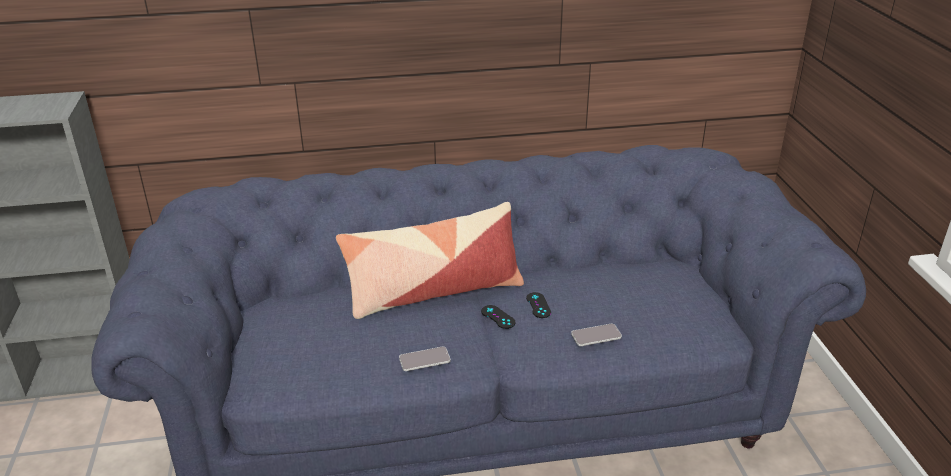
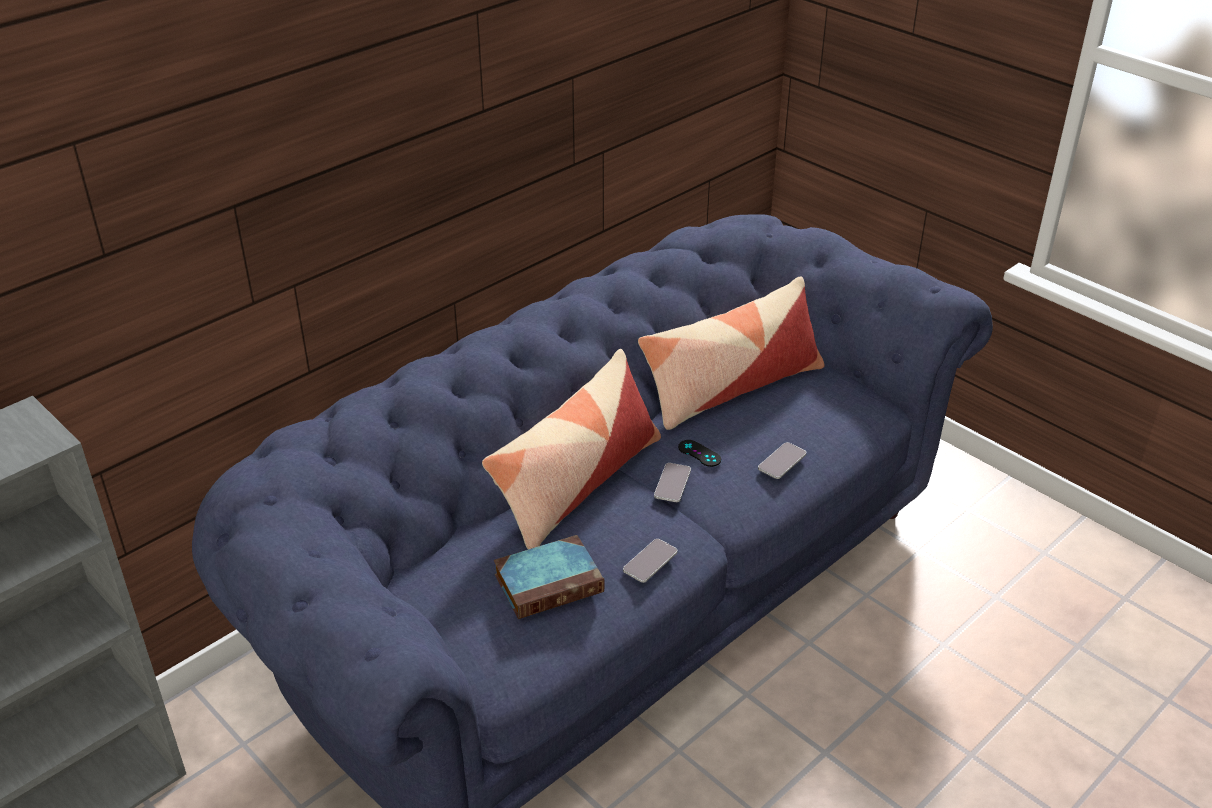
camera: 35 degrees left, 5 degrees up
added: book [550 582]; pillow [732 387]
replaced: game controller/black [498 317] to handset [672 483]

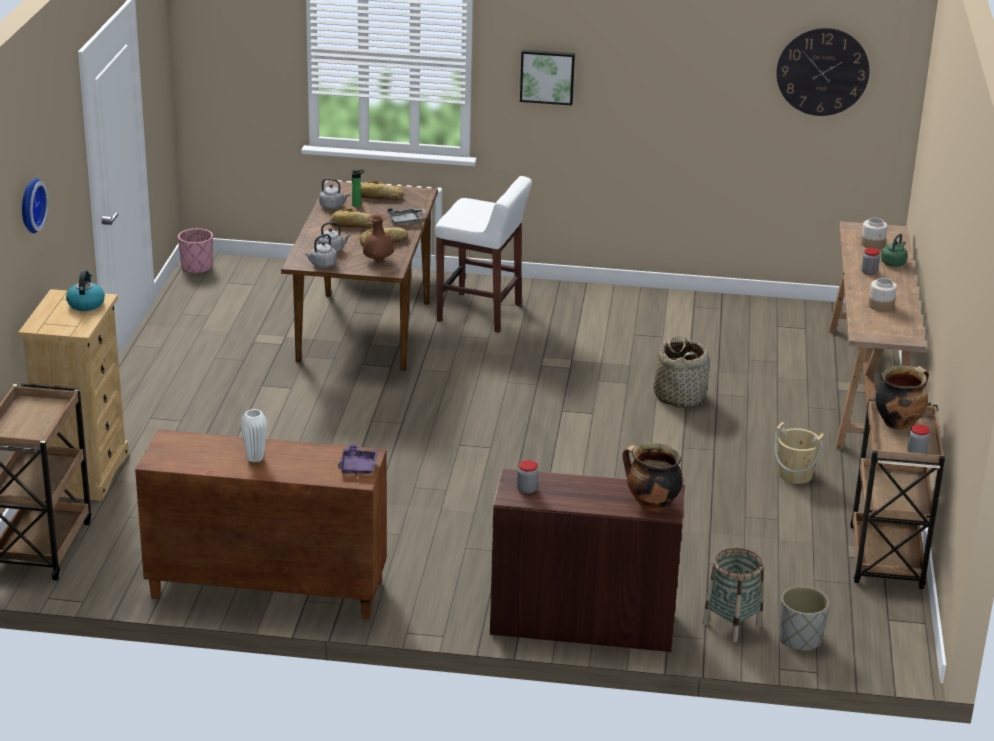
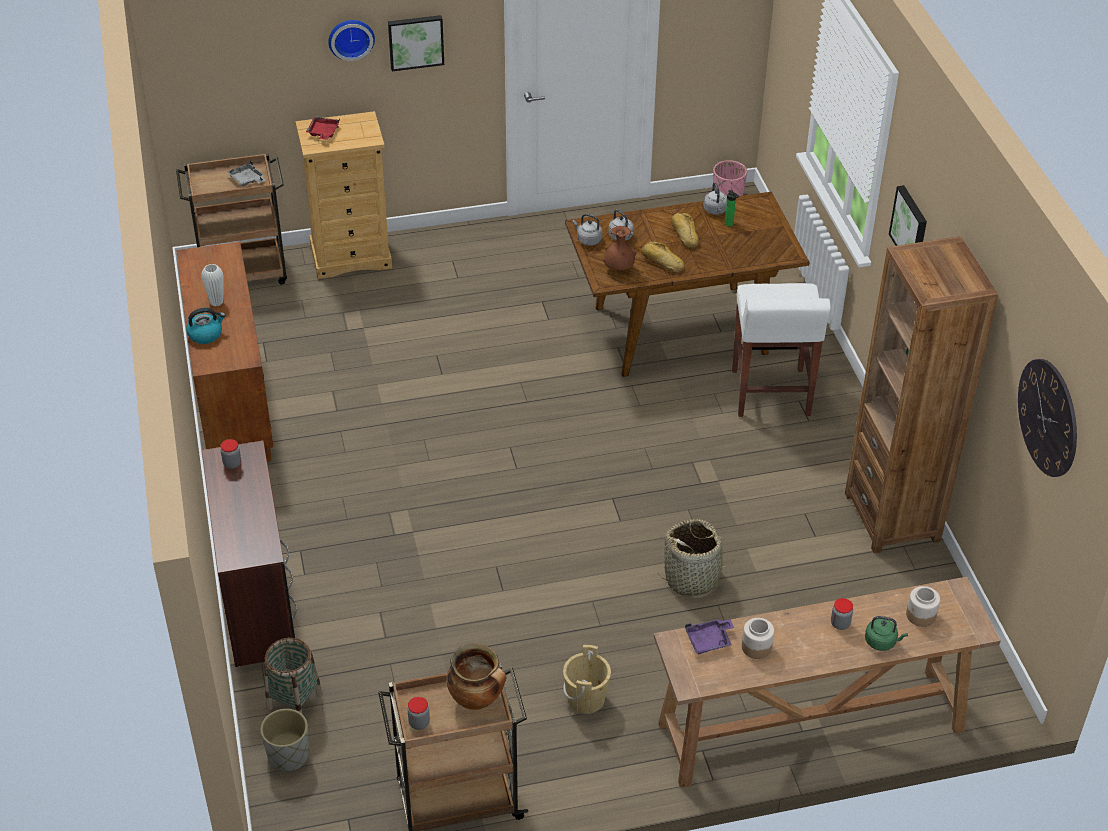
camera: 70 degrees right, 15 degrees up
removed: baked bread [379 197]; saucepot [651 504]
added: tray/red [323 133]; wall art [415 41]; bookshelf/brown-coloured [892 517]
moved: kettle [86 304] to [206 334]; tray/purple [358 466] to [709 641]; tray/gray [406 221] to [247 180]

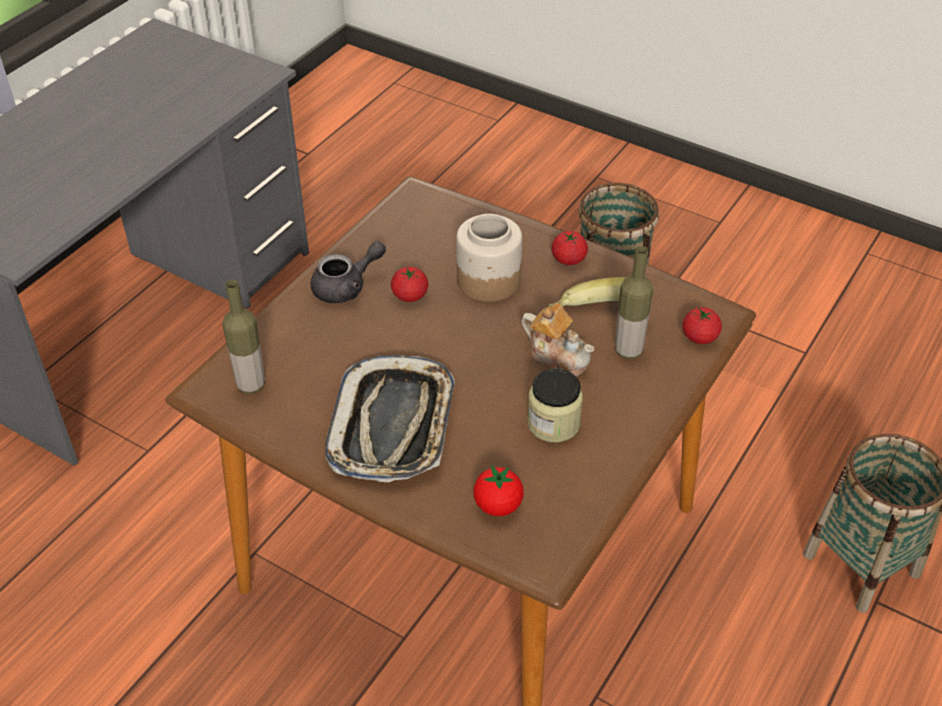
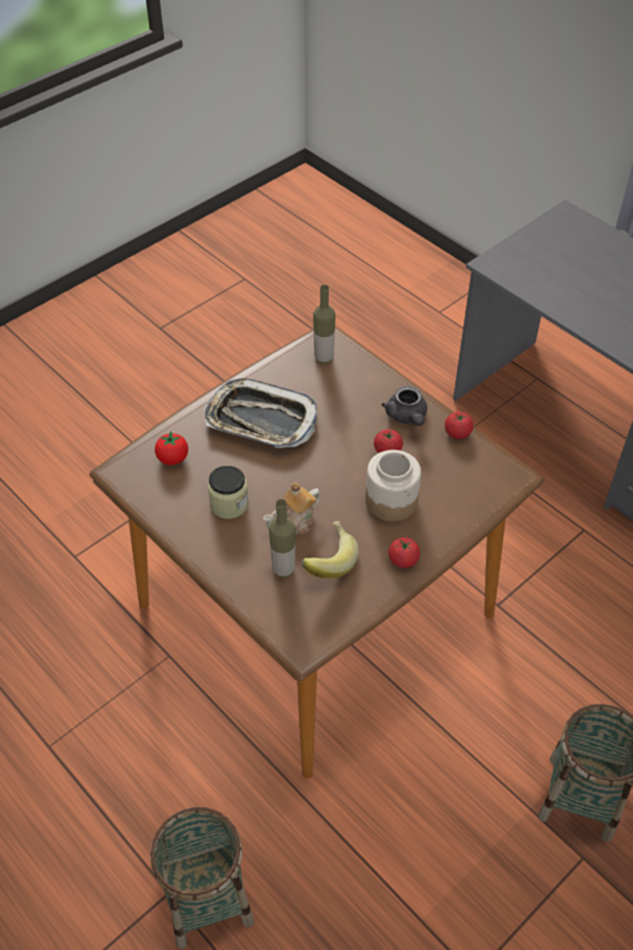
camera: 105 degrees right, 5 degrees up
moved: fresh tomato [699 337] to [457 433]

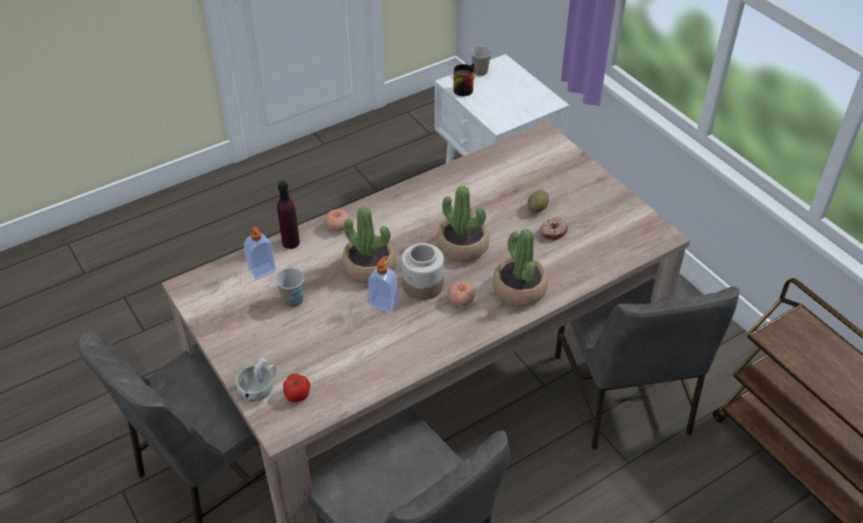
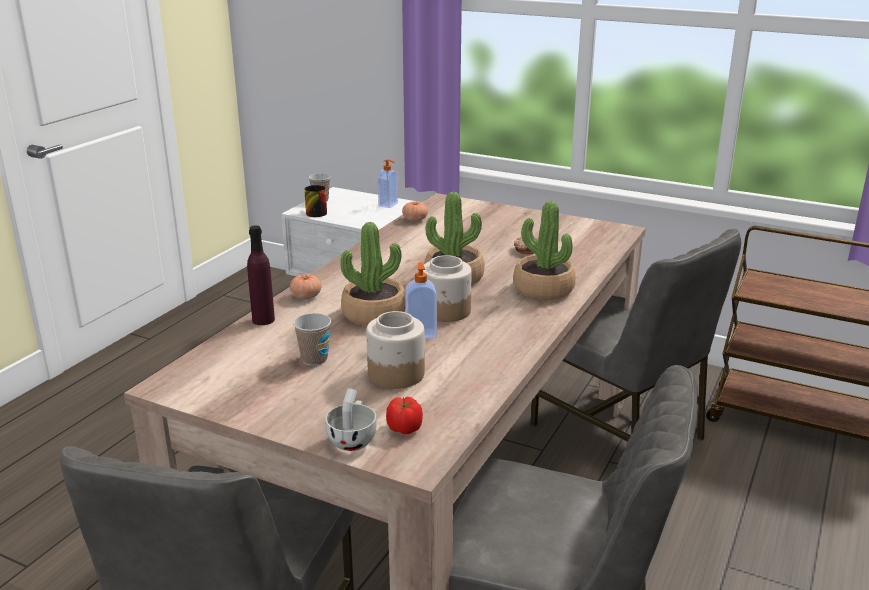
camera: 30 degrees left, 20 degrees down
removed: potato [537 208]
added: preserve jar [395 374]
moved: soap dispenser [262 271] to [388 205]; fresh tomato [460 300] to [415 219]

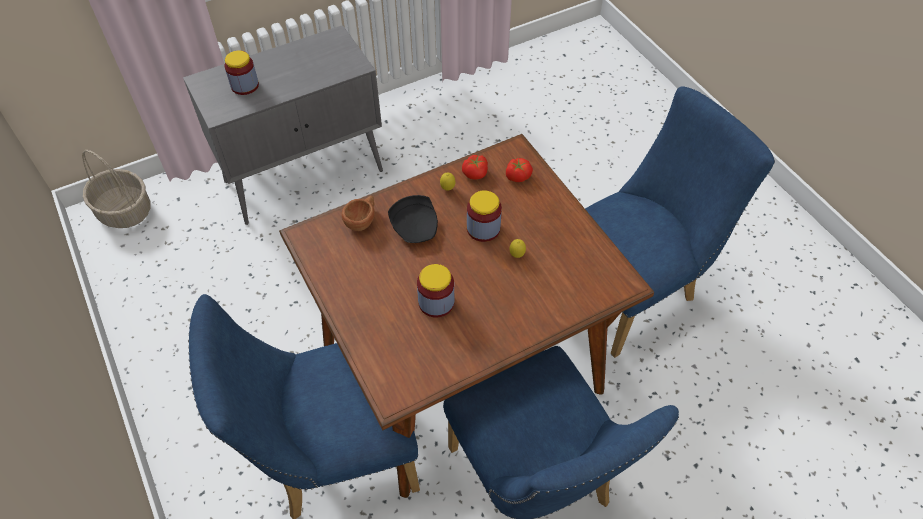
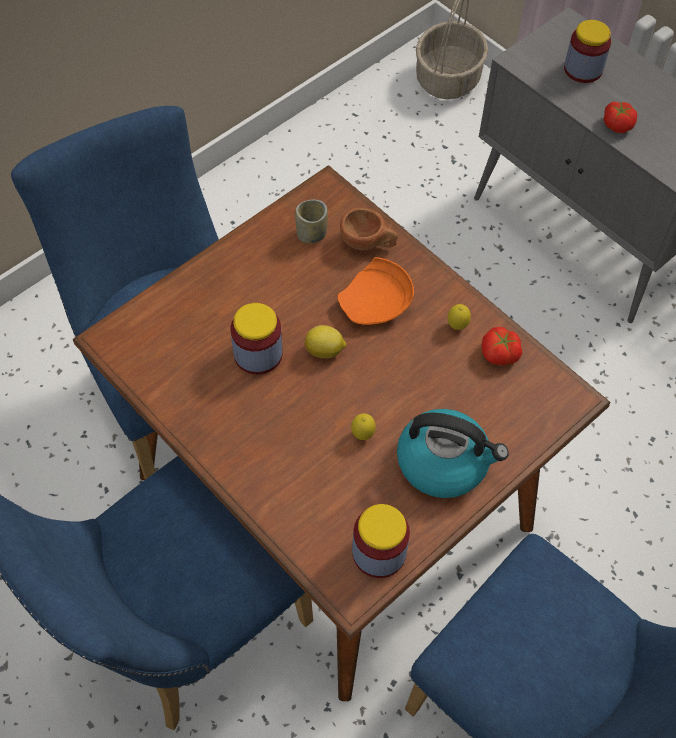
camera: 75 degrees right, 5 degrees up
added: cup [311 234]; citrus fruit [325 351]; kettle [444 462]
moved: preserve jar [483 229] to [379 552]; fresh tomato [517 176] to [617 124]
recoloured: plate/black [416 227] to plate/orange [376 304]

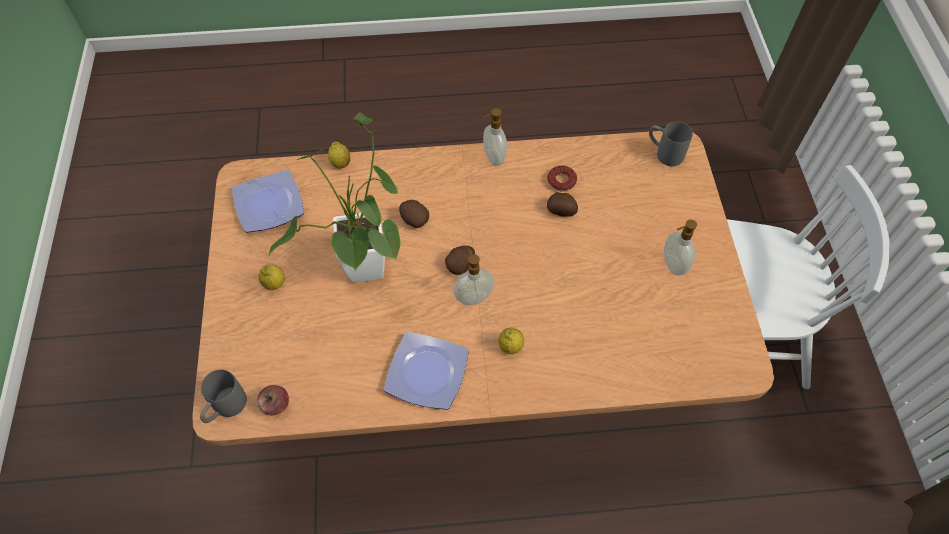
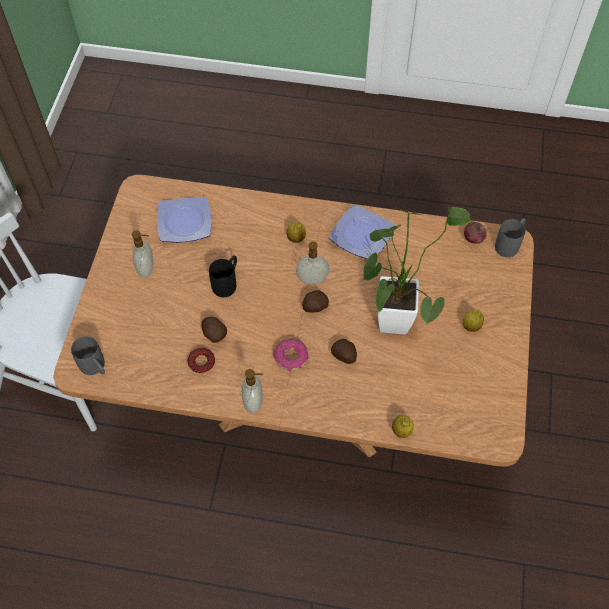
camera: 165 degrees left, 0 degrees up
added: mug/black [227 282]; ring doughnut [291 357]
moved: plate [270 205] to [183 221]

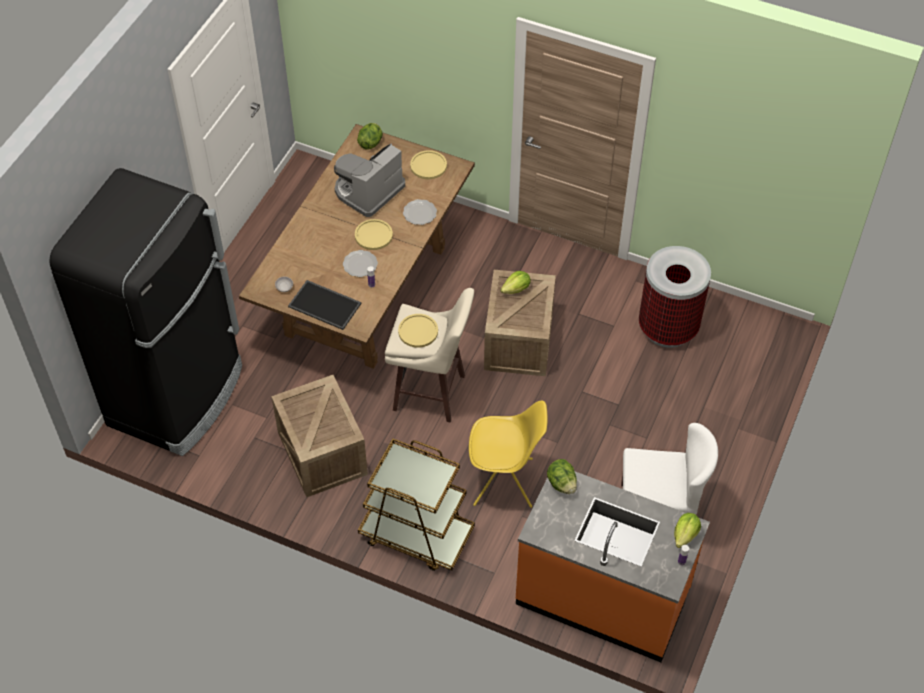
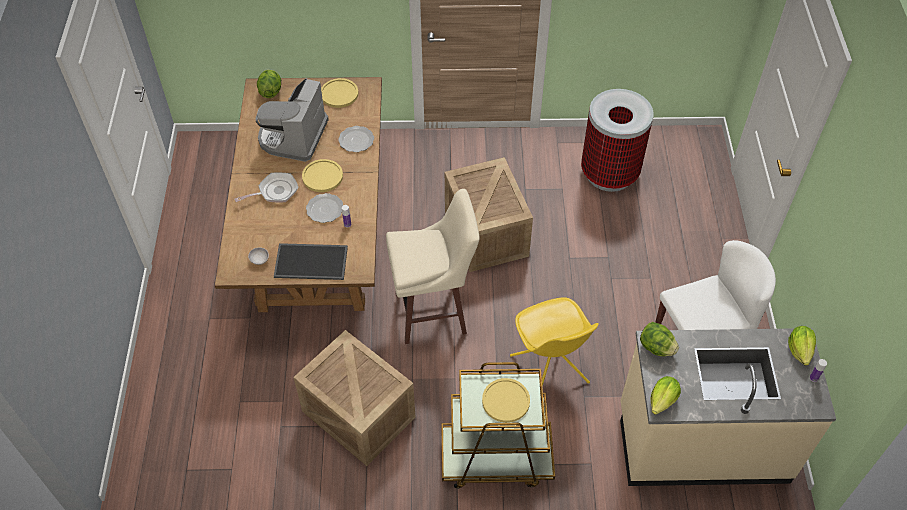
camera: 25 degrees left, 0 degrees up
removed: kitchen fridge/black [177 396]
added: skillet [275 191]
moved: plate/yellowish [418 331] to [506 401]; lettuce head [516 289] to [662 400]
recoloured: kitchen counter/orange [603 596] to kitchen counter/beige-coloured [702 442]
turned: plain chair/yellowish [505 482] = [549 370] 90 degrees clockwise

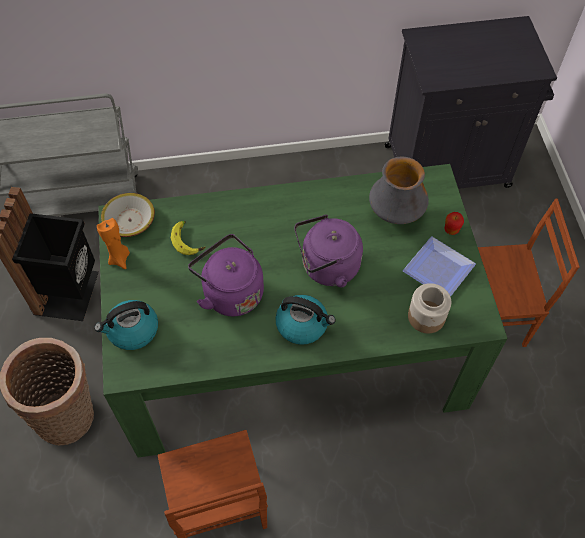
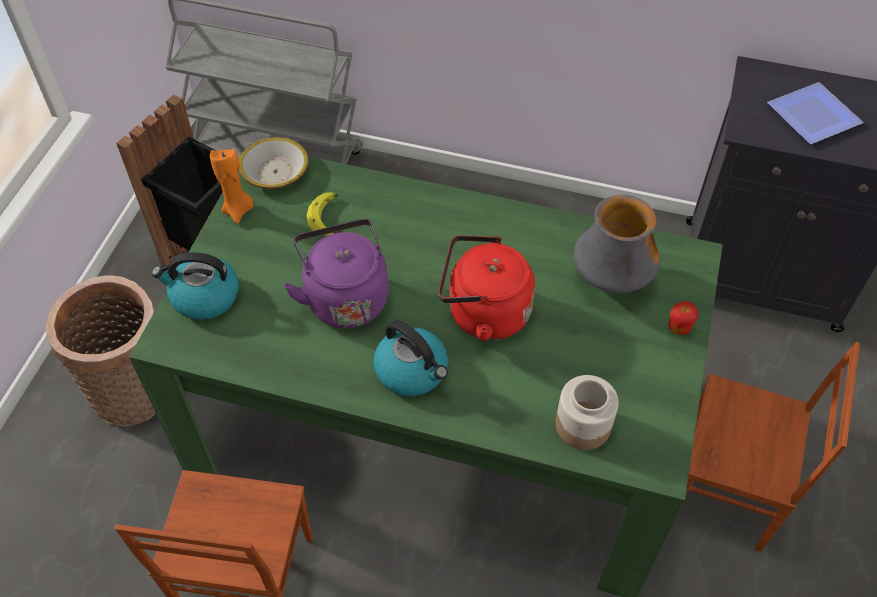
camera: 25 degrees right, 5 degrees down
moved: plate [438 267] to [813 114]
recoloured: kettle/purple [327 267] to kettle/red [483 313]

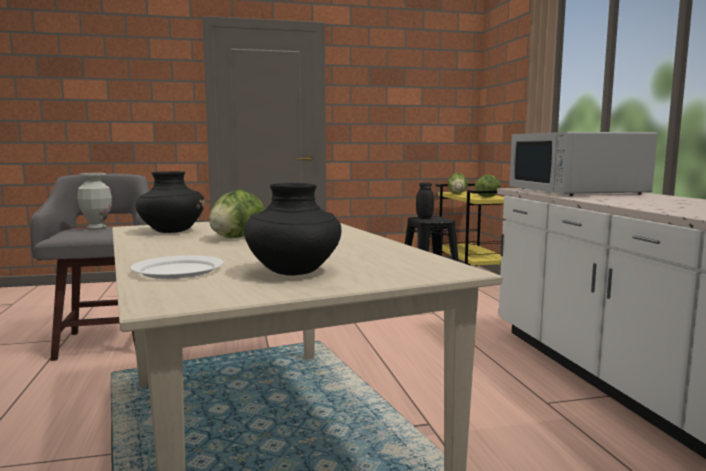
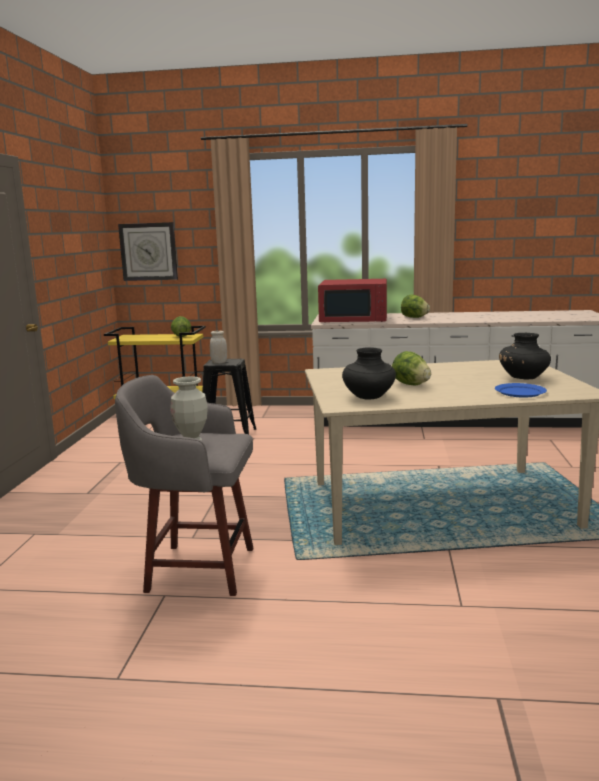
camera: 70 degrees left, 5 degrees up
added: wall clock [148 251]
moved: lettuce head [457 194] to [414 317]
recoloured: plate/white [179 270] to plate/blue-coloured [520 392]; preserve jar/black [424 218] to preserve jar/white [219 362]; microwave/white [576 191] to microwave/red [354 318]

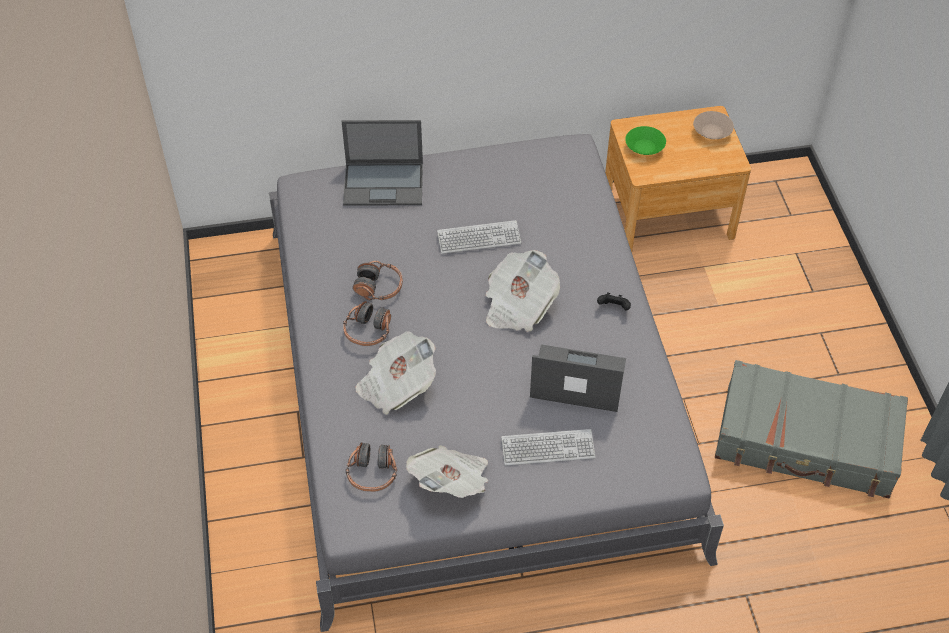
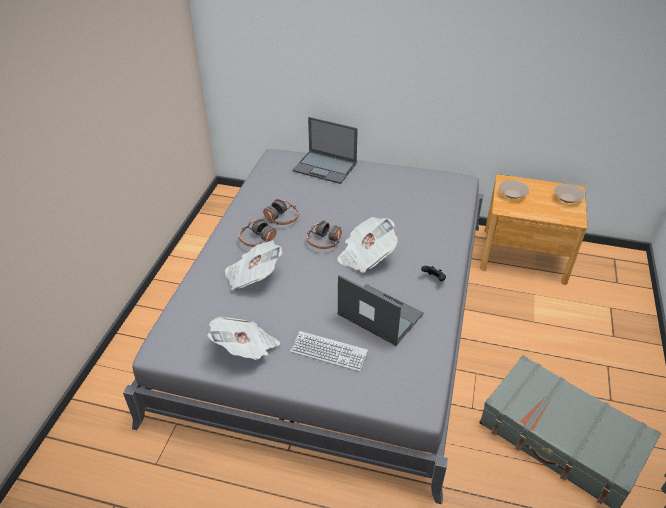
camera: 25 degrees right, 10 degrees down
removed: PC keyboard [479 238]
moved: headphones [372 473] to [324 242]
recoloured: bowl/green [644 148] to bowl/beige-coloured [512 195]

